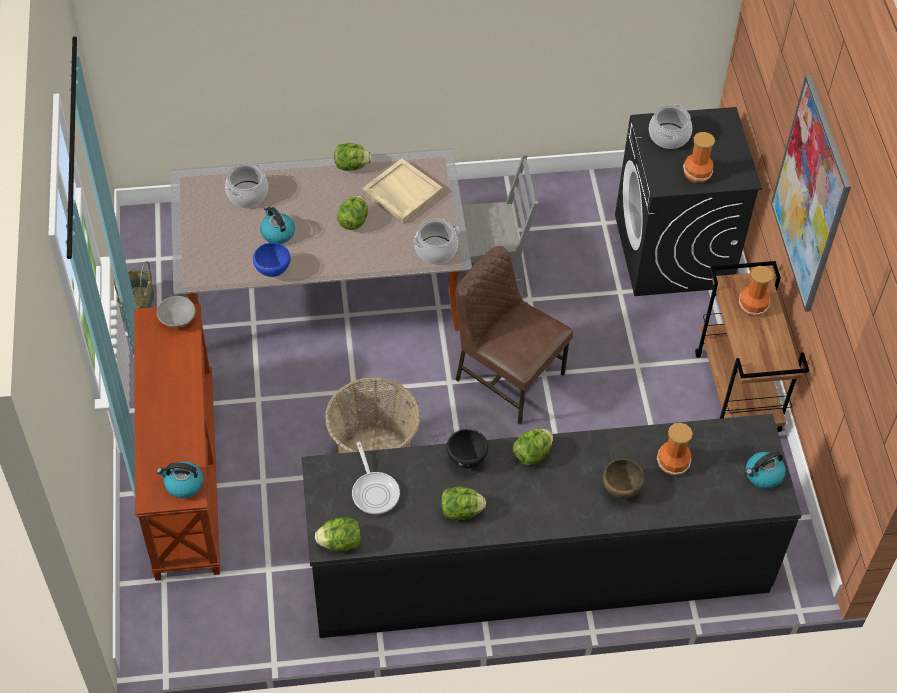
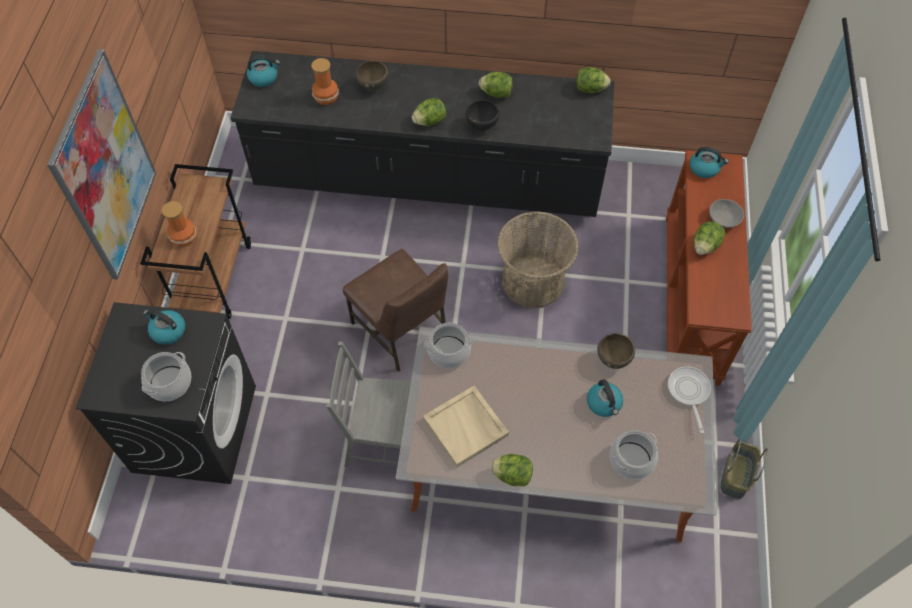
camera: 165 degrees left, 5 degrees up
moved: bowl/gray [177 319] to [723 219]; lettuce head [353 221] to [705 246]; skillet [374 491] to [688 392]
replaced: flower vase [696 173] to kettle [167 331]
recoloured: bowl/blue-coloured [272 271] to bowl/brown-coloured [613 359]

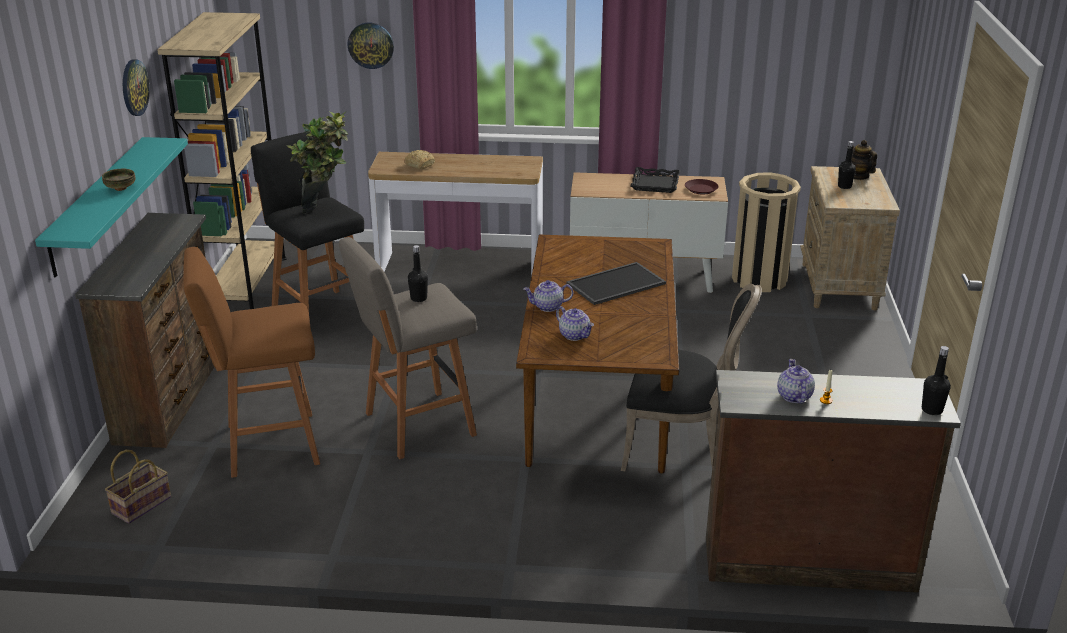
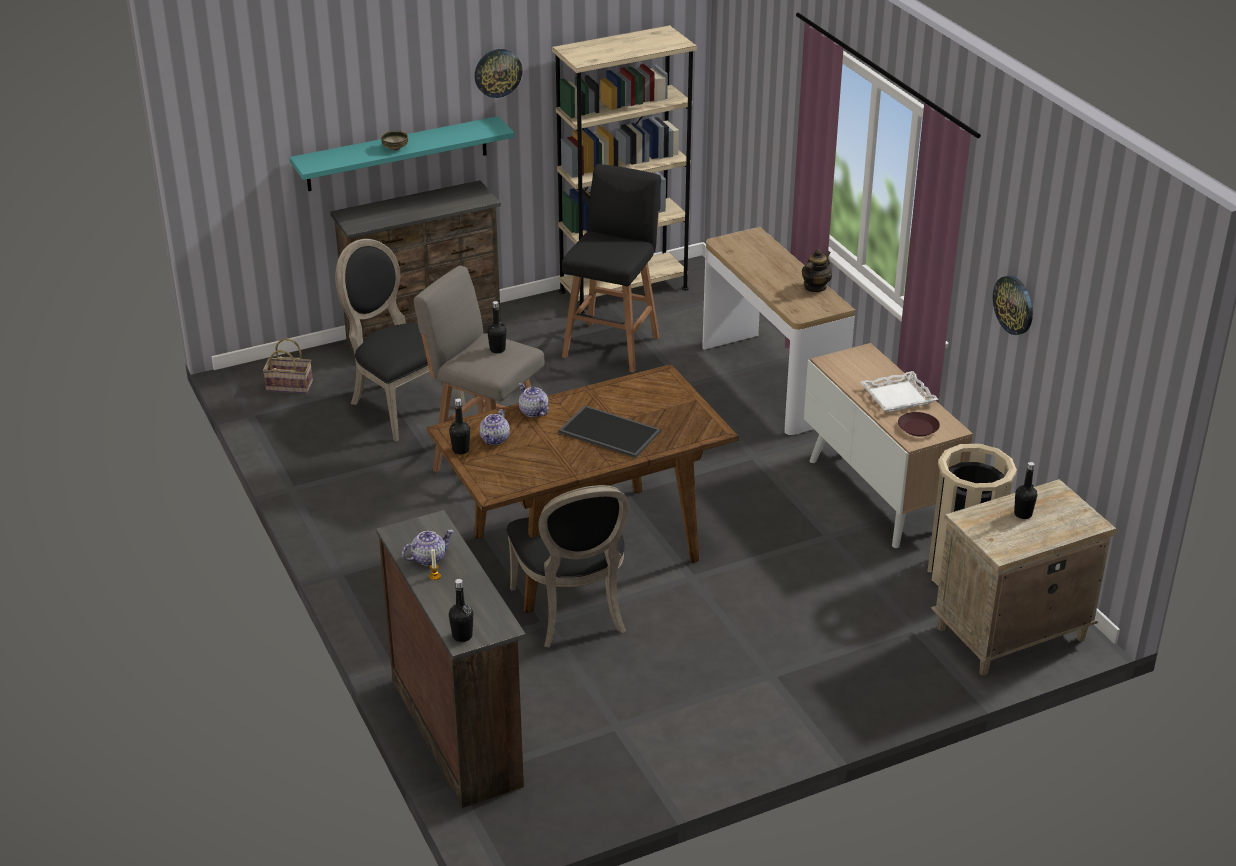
camera: 60 degrees right, 5 degrees up
removed: potted plant [325 209]; baked bread [419 165]
added: bottle/black [460 450]
moved: wall clock [371 45] to [1014 304]; teapot [859 176] to [815 287]
replaced: stool/brown-coloured [268 445] to plain chair/black [401 404]
recoloured: tray/black [654 184] to tray/white [898 396]

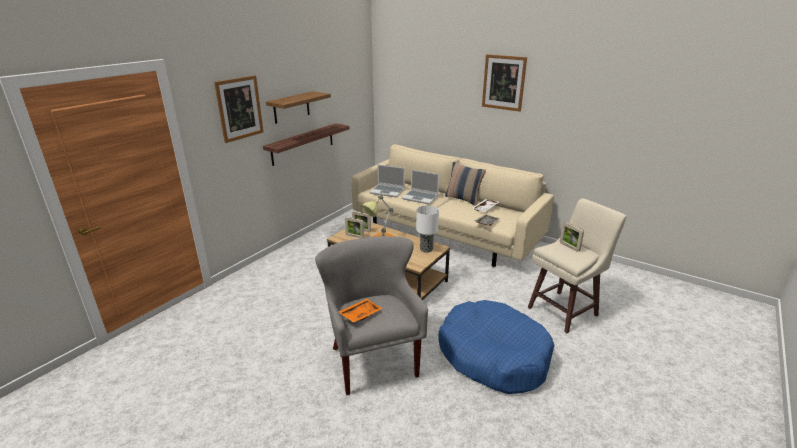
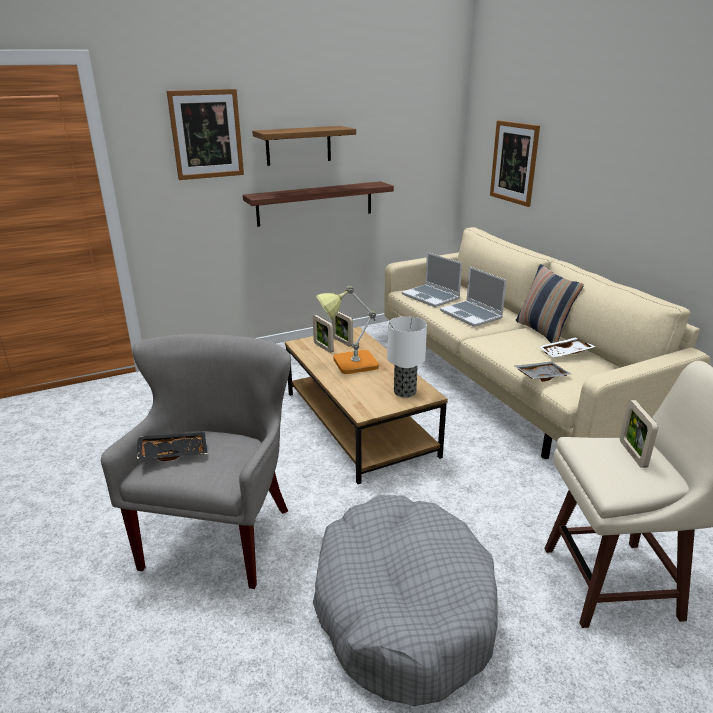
camera: 30 degrees right, 0 degrees up
moved: wall art [503 82] to [514 162]
recoloured: tray/orange [360 314] to tray/black [173 452]; dog cushion/blue-coloured [493 356] to dog cushion/gray [402 608]

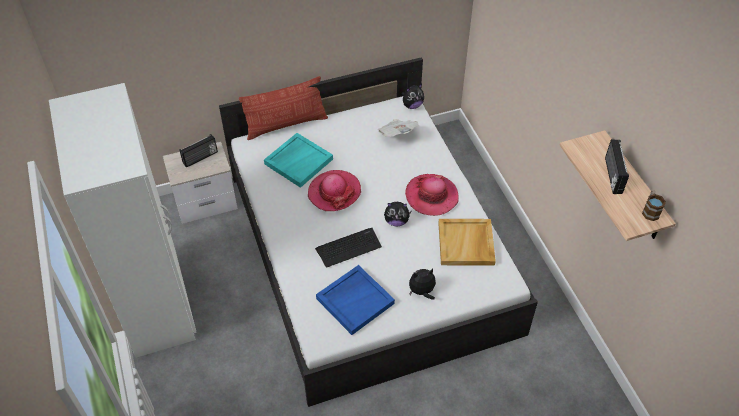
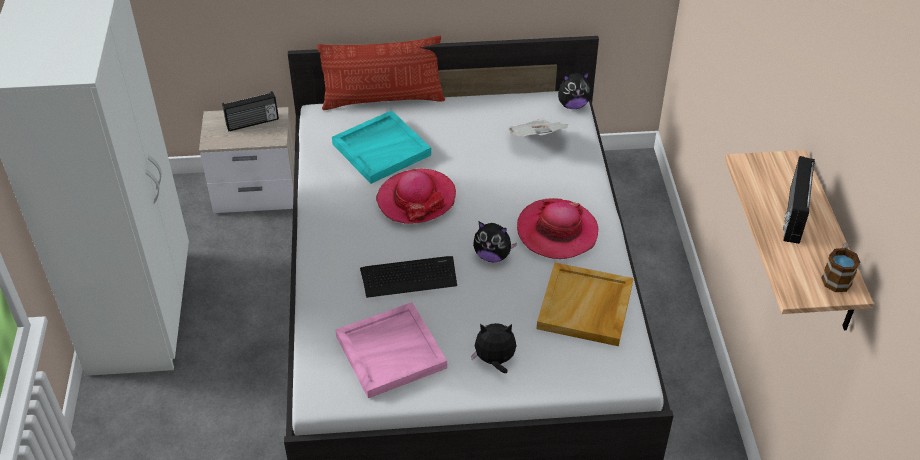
camera: 15 degrees right, 5 degrees down
recoloured: tray/blue-coloured [355 300] to tray/pinkish [391 351]

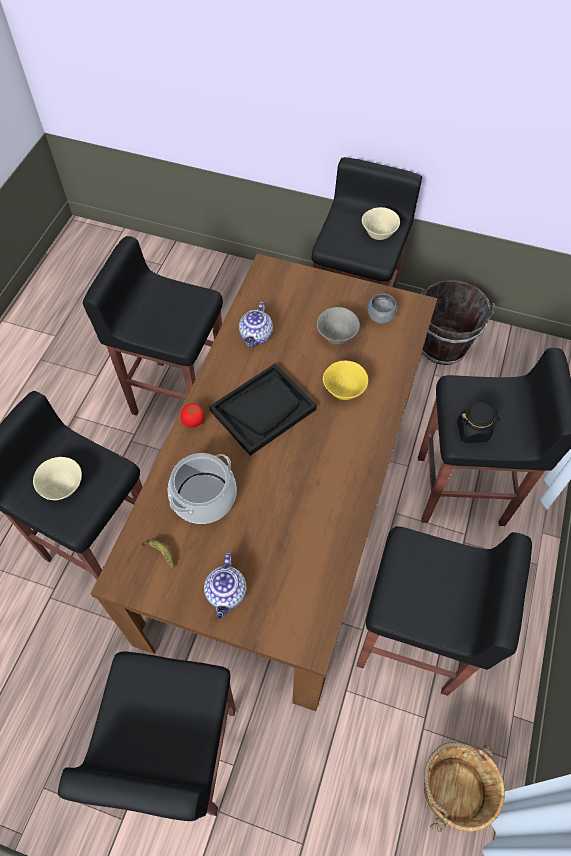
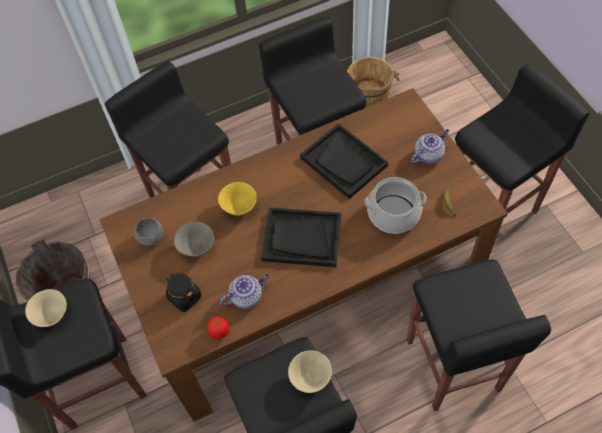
camera: 130 degrees left, 0 degrees up
added: tray/black [344 162]
moved: bowl/beige-coloured [64 488] to [310 378]; fresh tomato [193 421] to [220 331]; preserve jar/black [473 431] to [184 297]

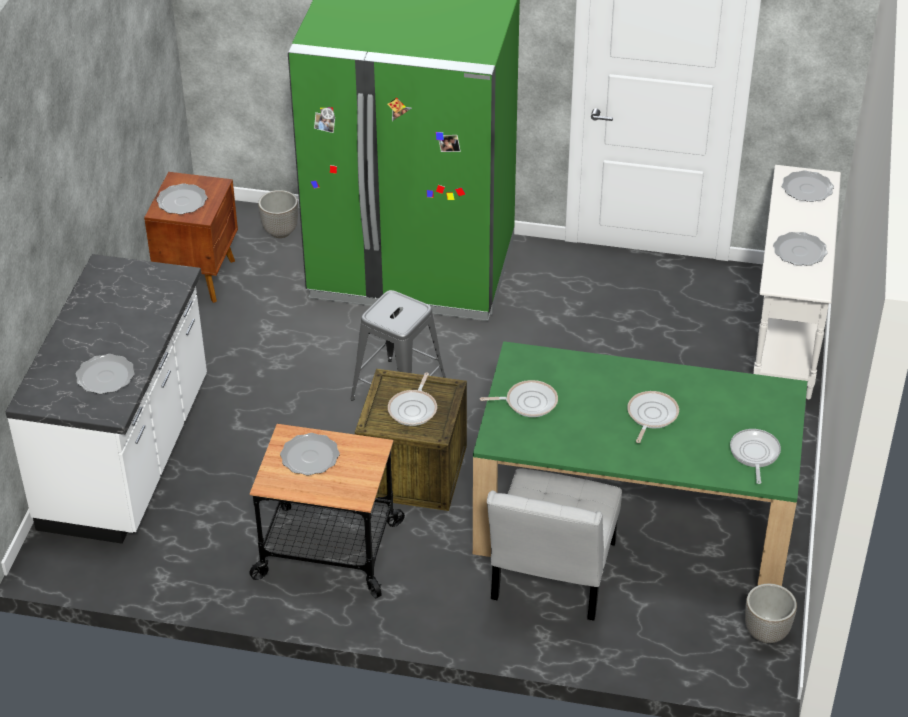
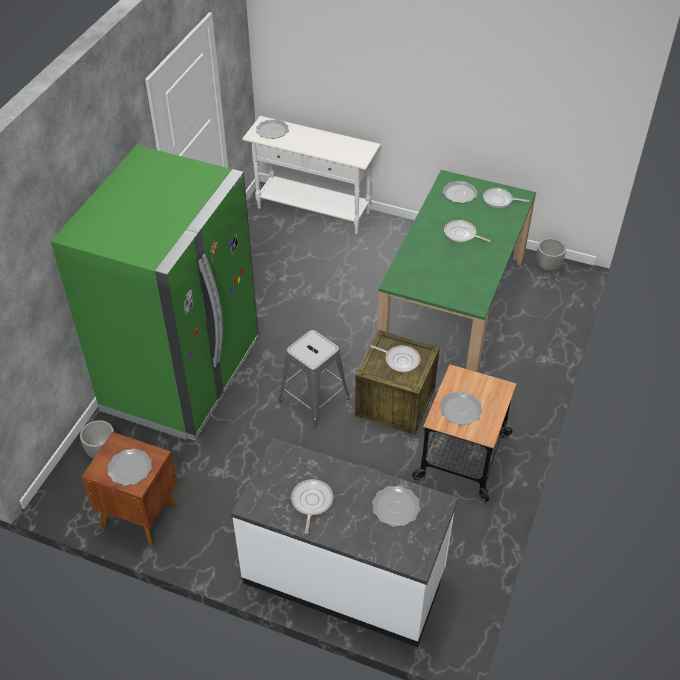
camera: 80 degrees left, 5 degrees up
removed: plain chair/white [551 577]
moved: skillet [528 402] to [311 502]; plate [800 251] to [459 193]

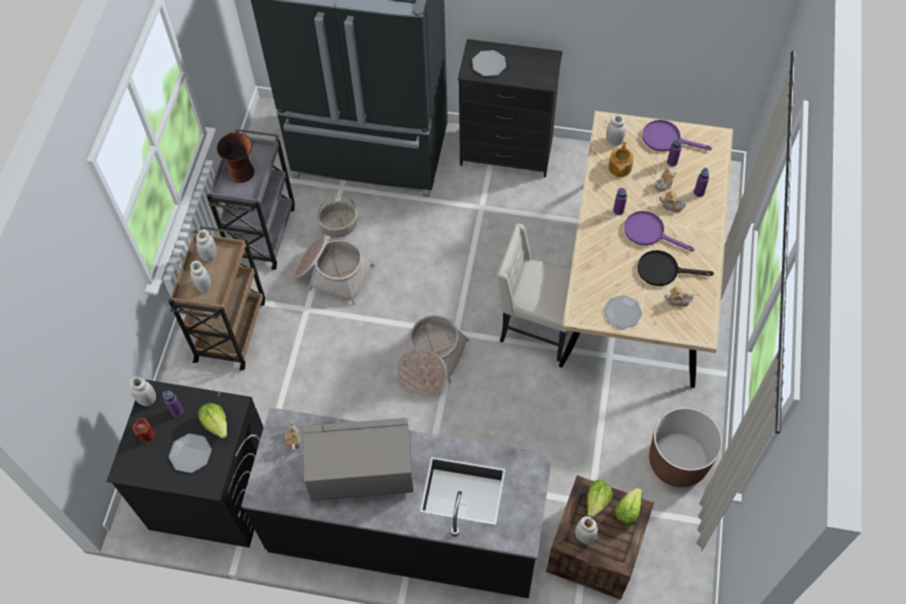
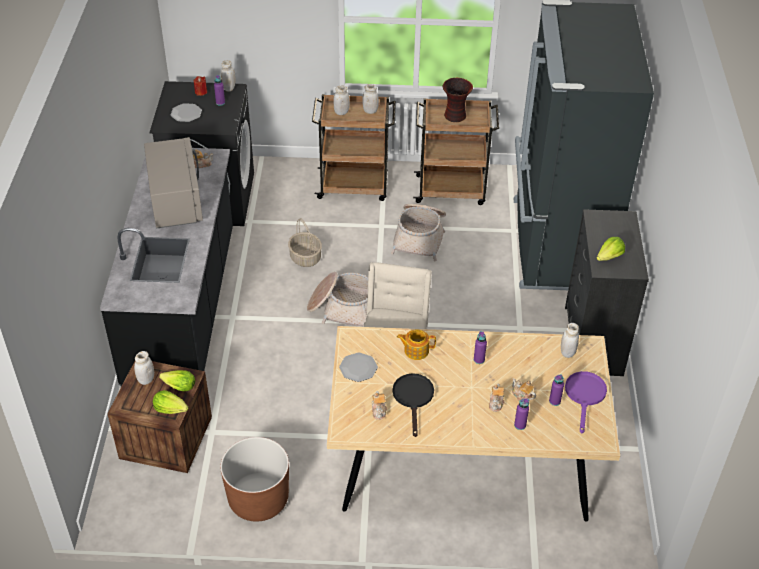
camera: 80 degrees right, 15 degrees down
removed: plate [488 64]; skillet/purple [649 232]
moved: lettuce head [216 424] to [609 257]; storage basket [339 226] to [306 258]; teapot [619 168] to [415 350]
recoloured: trolley/gray [262 232] to trolley/brown-coloured [452 190]

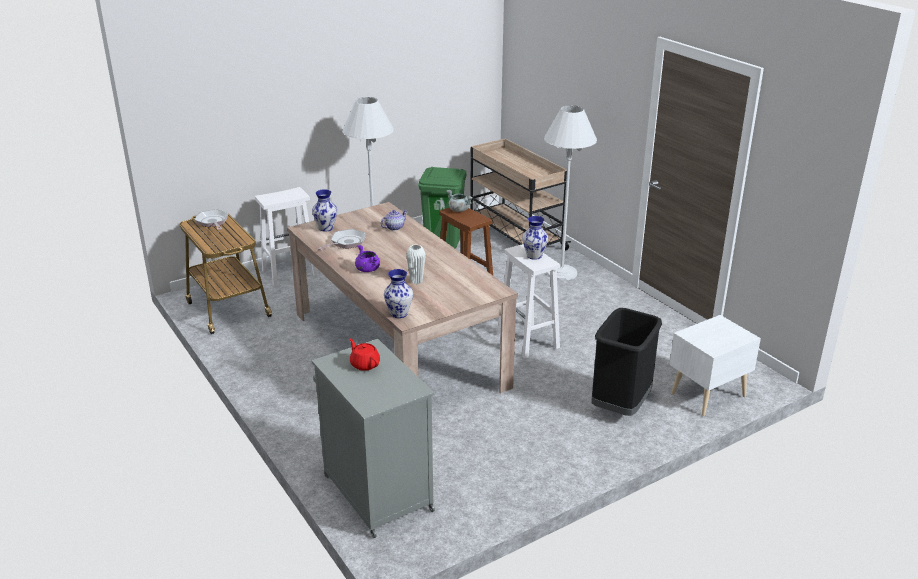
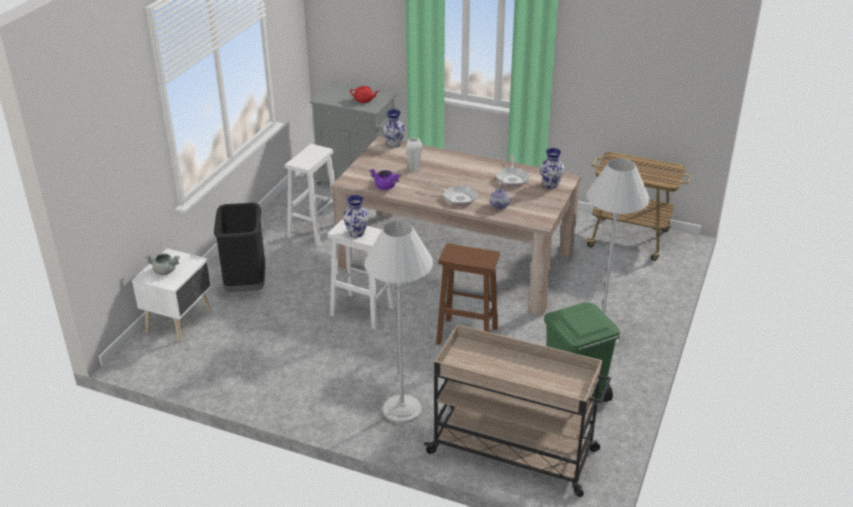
camera: 145 degrees right, 5 degrees up
moved: skillet [212 222] to [457 197]; stool/white [289 273] to [315 229]; saucepot/purple [367 269] to [385 187]; saucepot/gray [458 210] to [165 271]

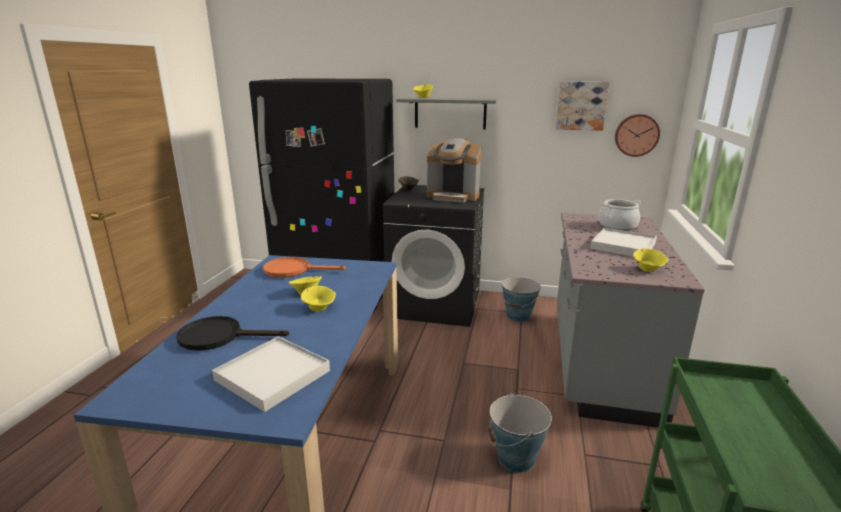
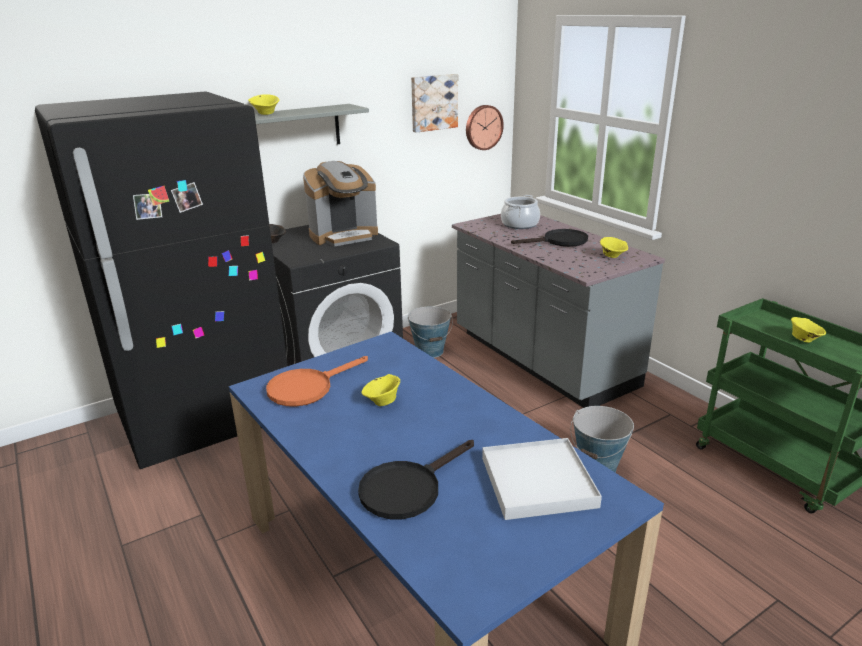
camera: 45 degrees left, 5 degrees up
moved: bowl/yellowish [319 308] to [804 339]
replaced: tray/white [623 246] to skillet/black [559 241]

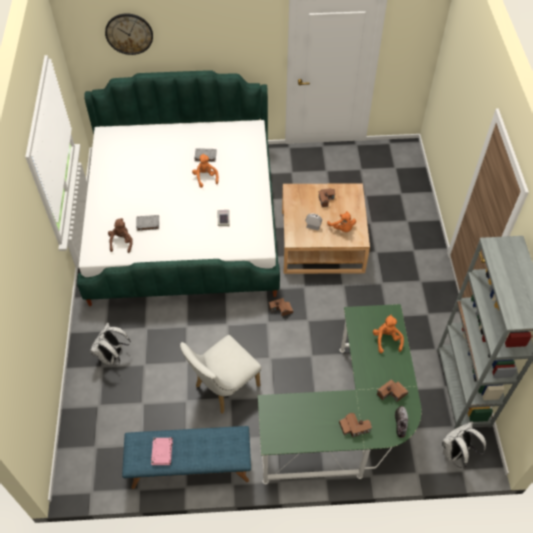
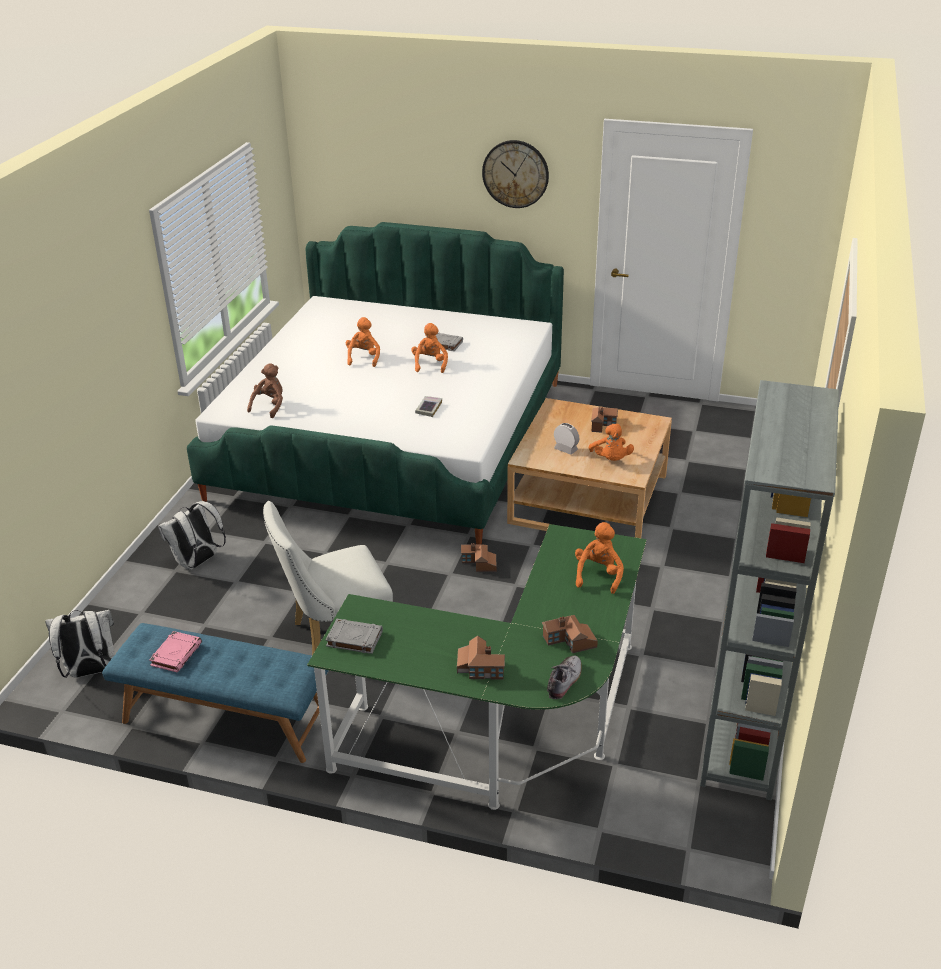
camera: 20 degrees right, 20 degrees down
added: plush toy/orange [364 358]
moved: wall clock [129 33] to [515 174]; book/gray [147 224] to [353 639]; backpack/white [455 453] to [90 671]

